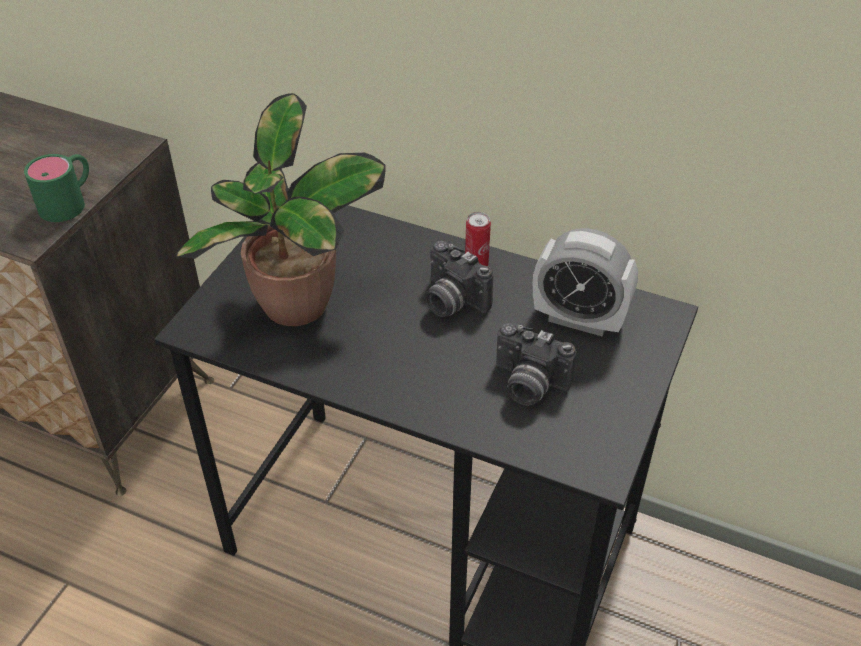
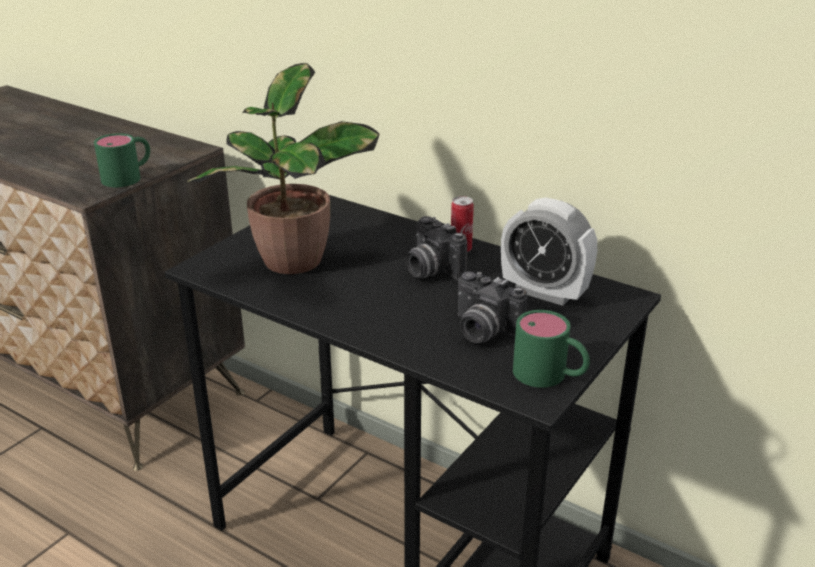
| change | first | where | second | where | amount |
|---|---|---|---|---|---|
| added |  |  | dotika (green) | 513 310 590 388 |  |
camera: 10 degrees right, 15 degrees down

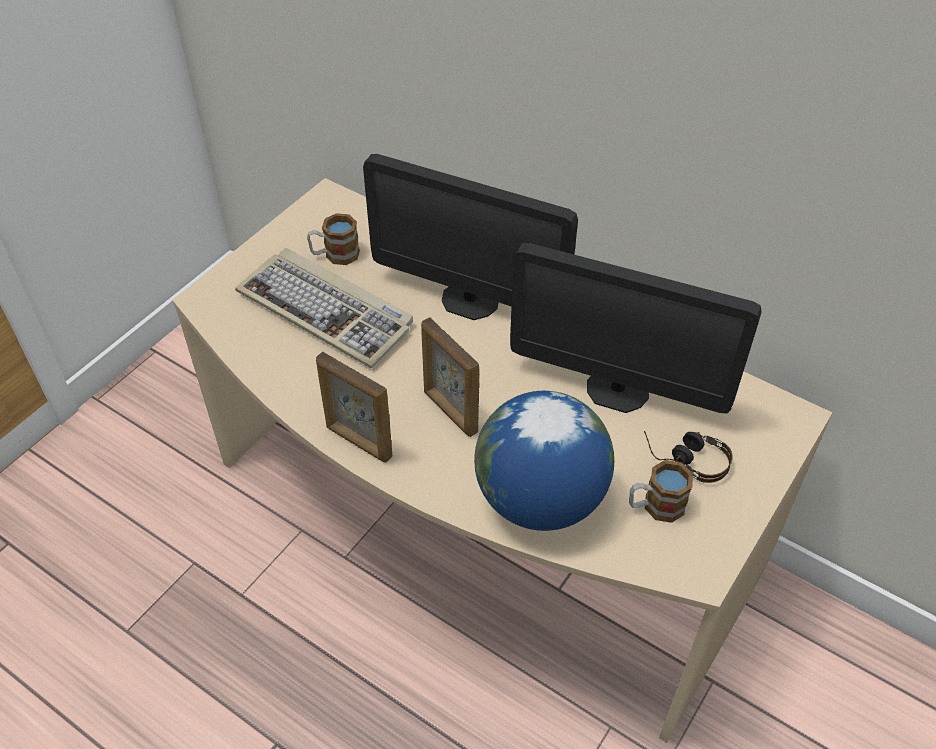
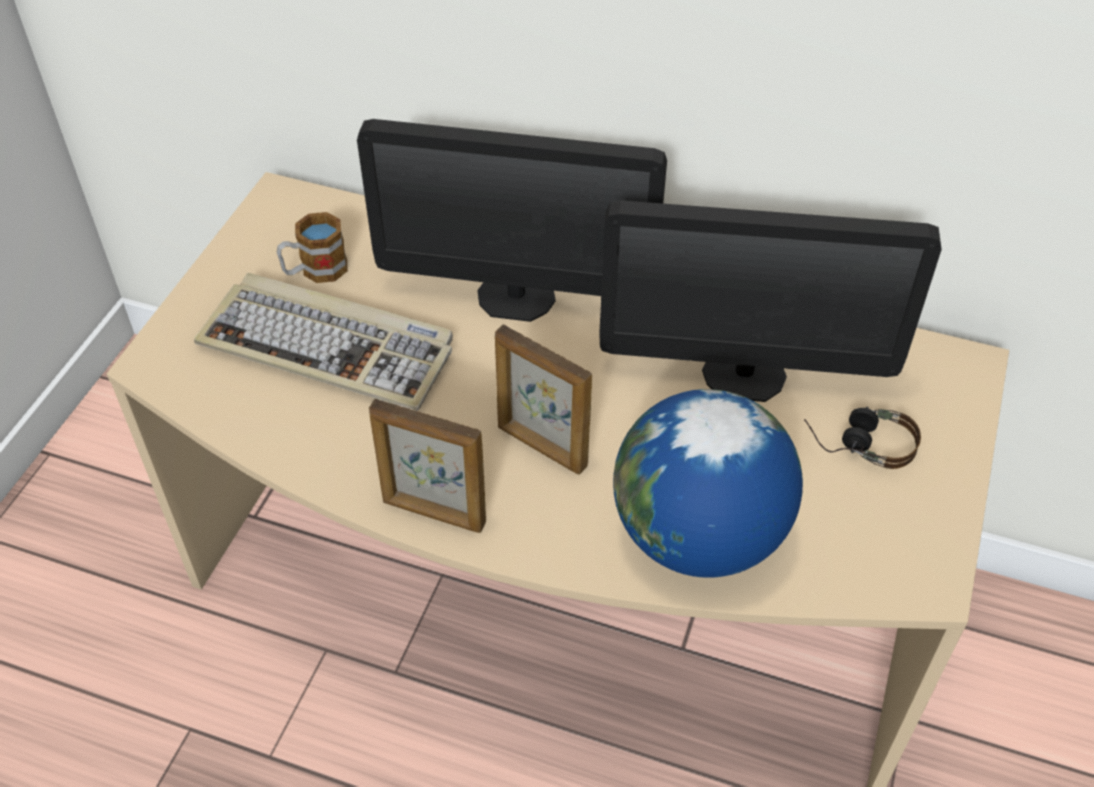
| change | first | where | second | where | amount |
|---|---|---|---|---|---|
| removed | dotika | 629 460 693 523 |  |  |  |
camera: 15 degrees left, 0 degrees up

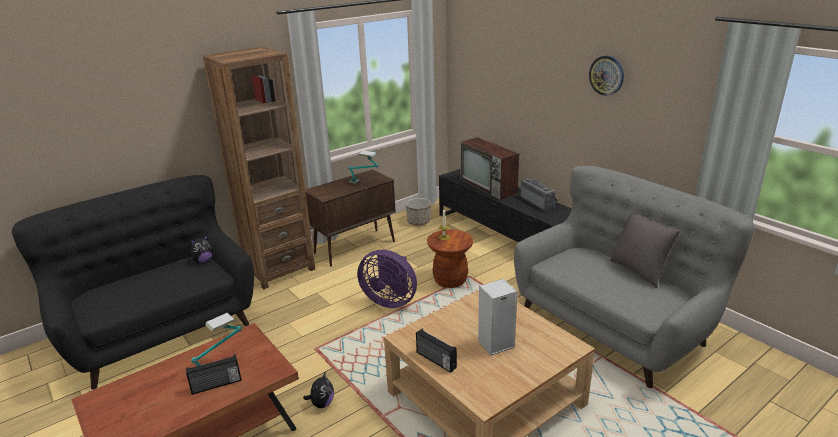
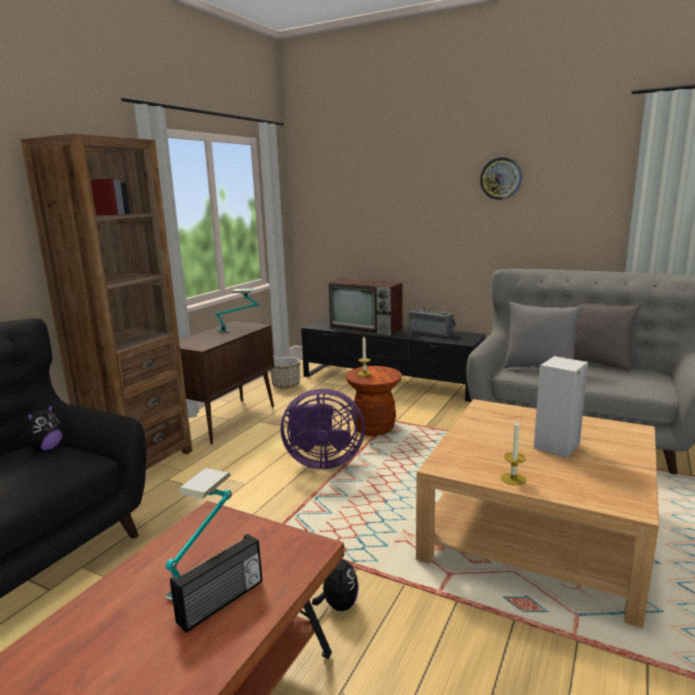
| change | first | where | second | where | amount |
|---|---|---|---|---|---|
| added |  |  | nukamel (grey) | 503 302 582 368 |  |
| replaced | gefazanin | 416 329 457 373 | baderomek | 501 418 526 486 |  |
camera: 25 degrees left, 10 degrees down

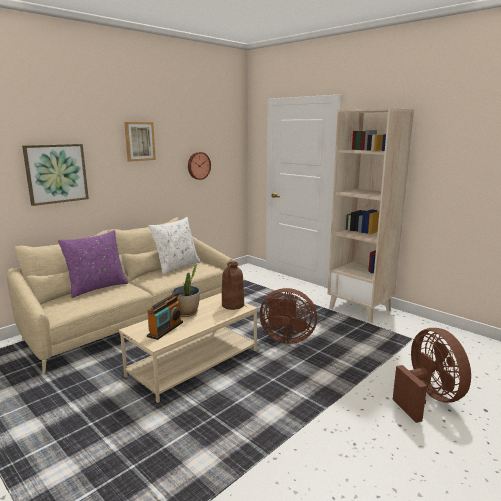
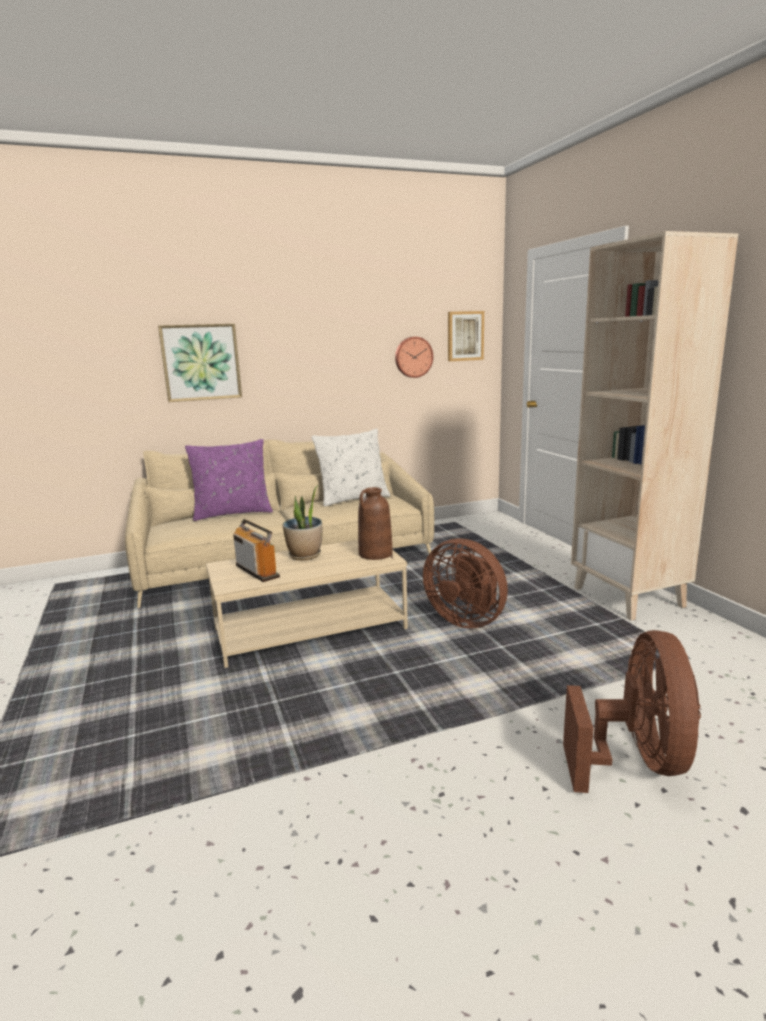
| change | first | where | second | where | amount |
|---|---|---|---|---|---|
| moved | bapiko | 124 122 156 162 |  | 448 311 484 361 |  |
| turned | gefazanin | 147 292 183 340 |  | 233 519 280 582 | 90 degrees counterclockwise |
camera: 25 degrees right, 0 degrees up

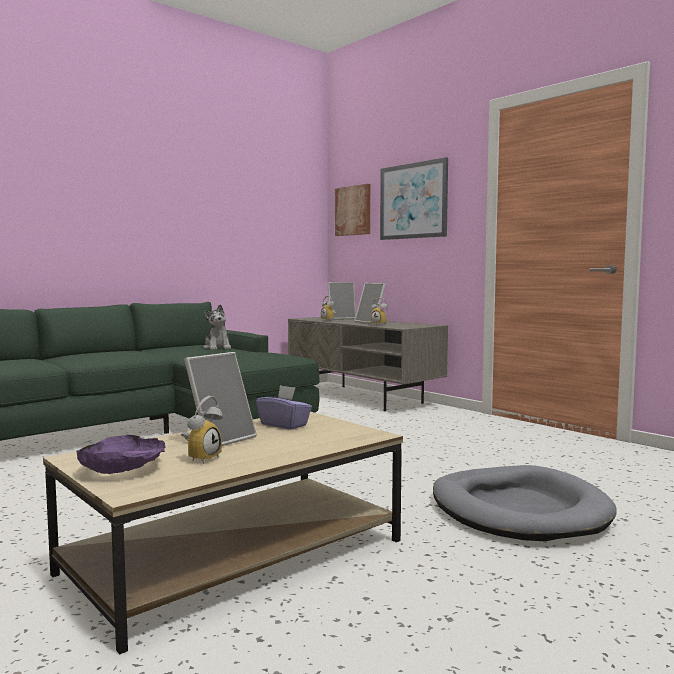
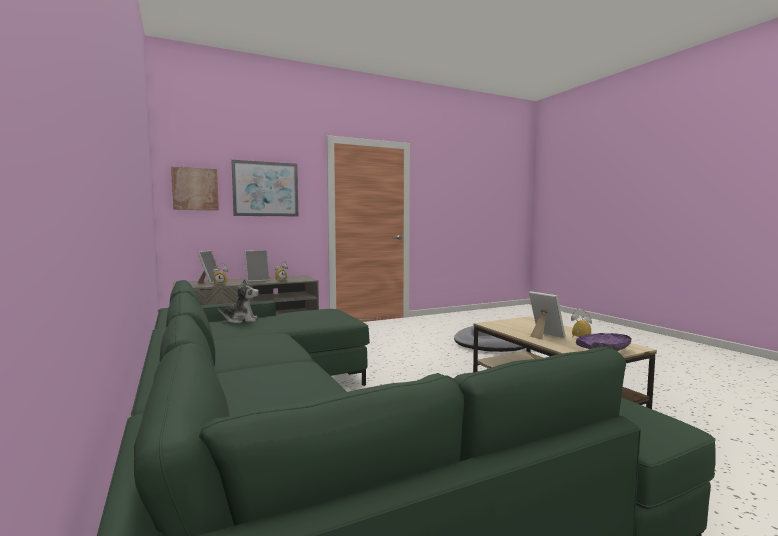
| change | first | where | second | where | amount |
|---|---|---|---|---|---|
| removed | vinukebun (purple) | 256 385 312 430 |  |  |  |
camera: 75 degrees left, 0 degrees up

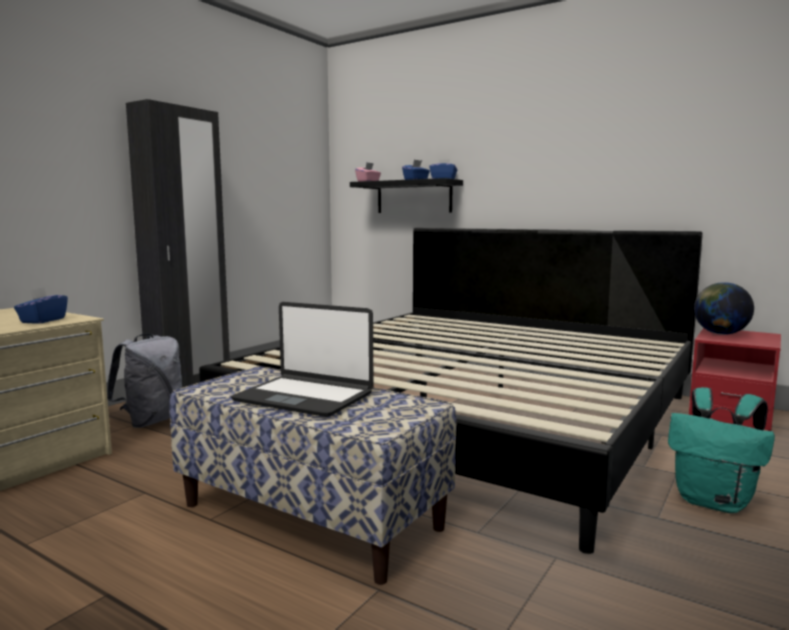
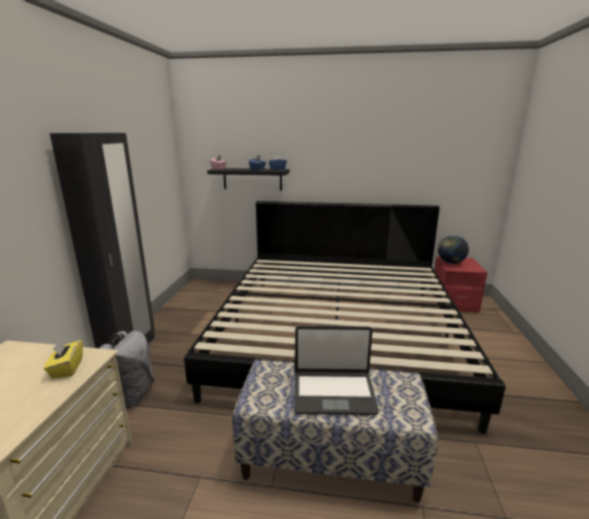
| change | first | where | second | where | amount |
|---|---|---|---|---|---|
| removed | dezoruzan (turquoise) | 668 387 775 513 |  |  |  |
| recoloured | vinukebun (blue) | 14 287 68 324 | vinukebun (yellow) | 44 339 83 379 |  |
camera: 25 degrees left, 10 degrees up

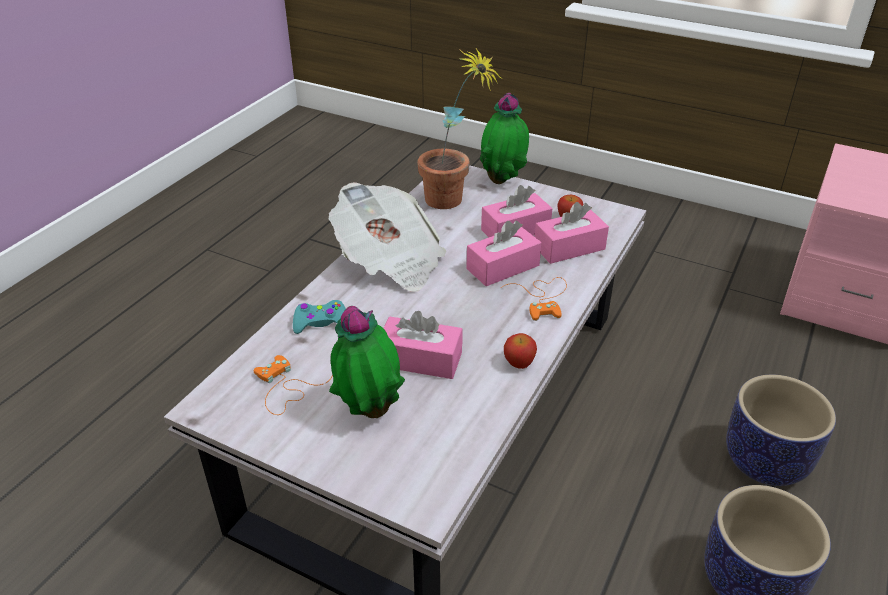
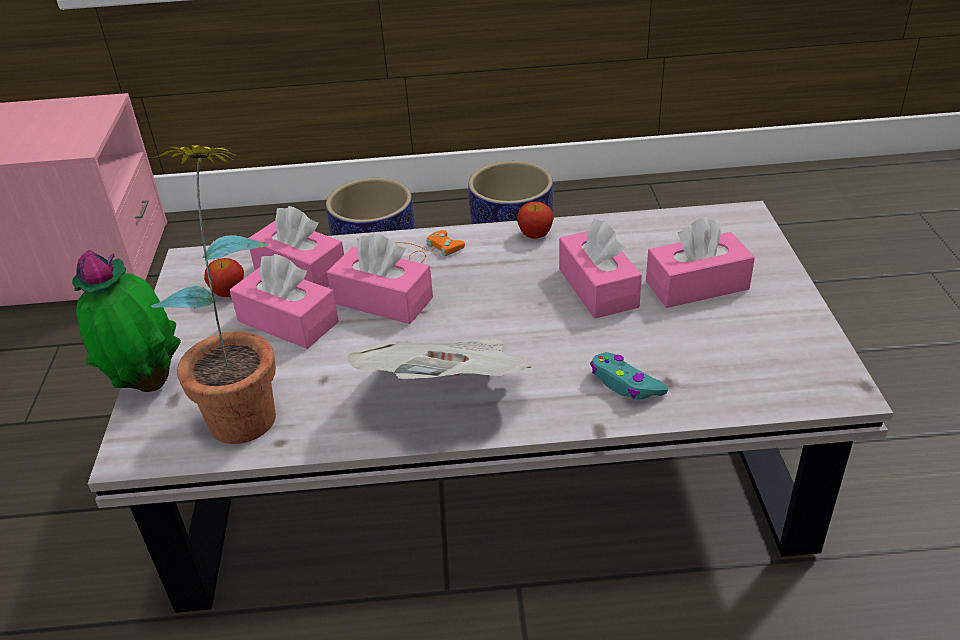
| change | first | where | second | where | amount |
|---|---|---|---|---|---|
| removed | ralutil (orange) | 254 355 333 415 |  |  |  |
| replaced | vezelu | 329 306 405 418 | vinukebun (pink) | 646 217 755 308 |  |
camera: 120 degrees left, 0 degrees up

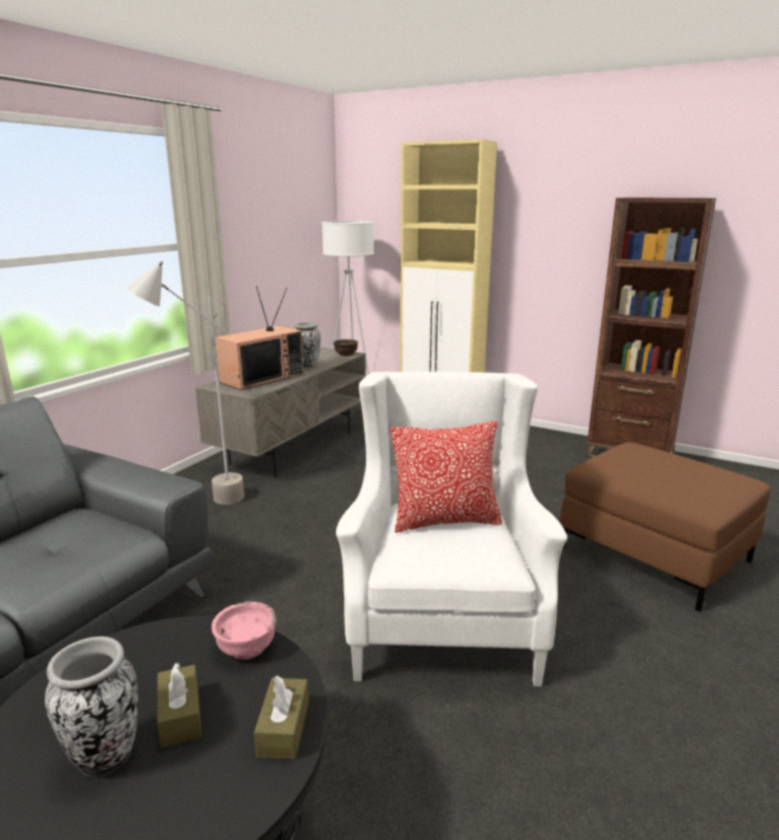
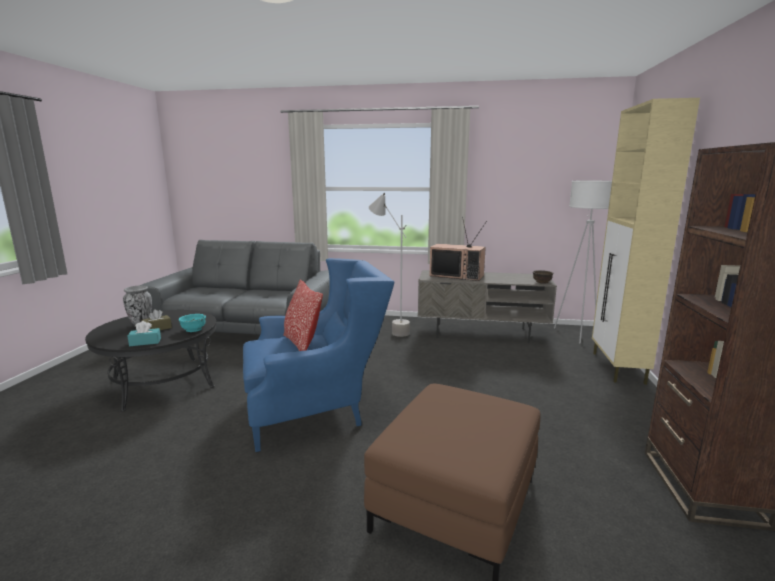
| change | first | where | second | where | amount |
|---|---|---|---|---|---|
| removed | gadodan | 295 322 321 368 |  |  |  |
| recoloured | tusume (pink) | 212 602 276 660 | tusume (turquoise) | 179 314 206 332 |  |
| recoloured | vinukebun (brown) | 254 675 309 759 | vinukebun (turquoise) | 128 321 161 346 |  |
| recoloured | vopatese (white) | 336 372 568 687 | vopatese (blue) | 243 258 394 452 |  |
camera: 70 degrees right, 5 degrees down

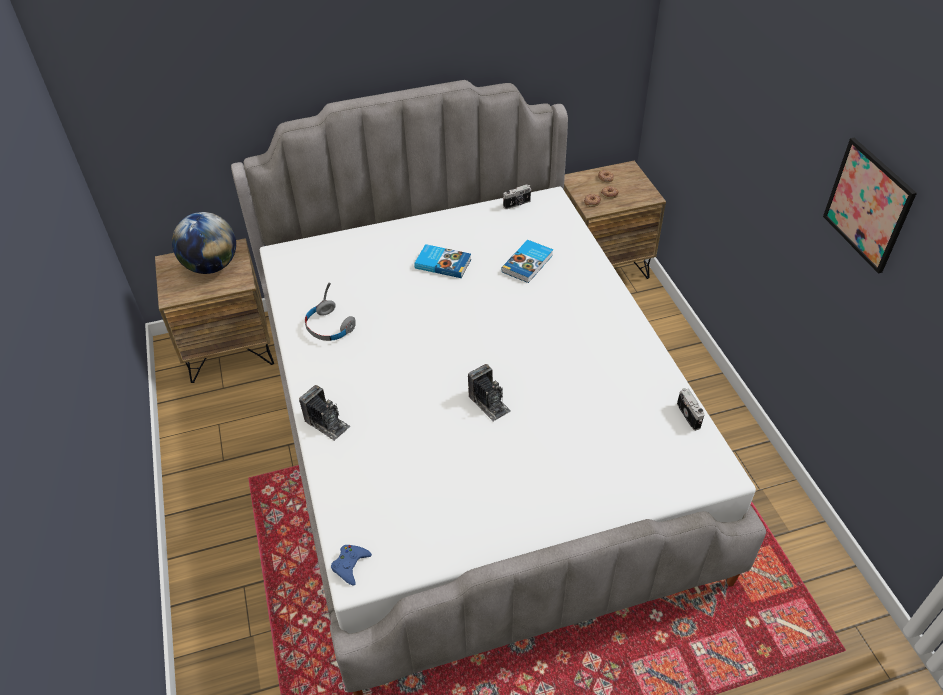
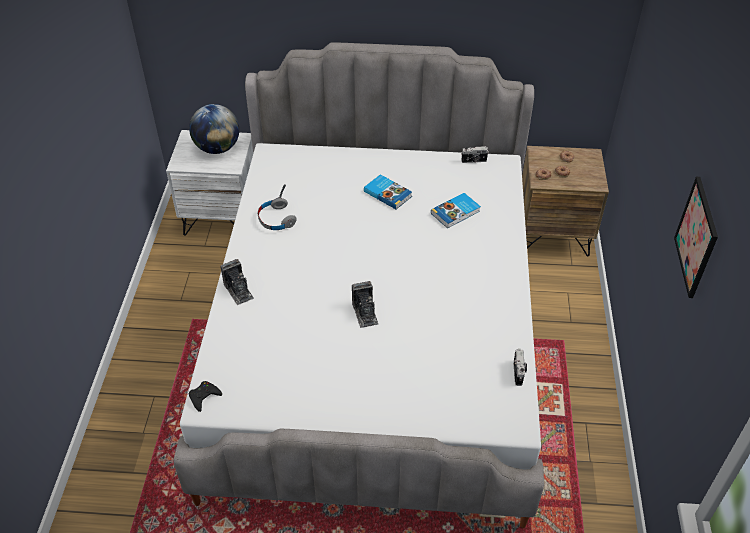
| change | first | where | second | where | amount |
|---|---|---|---|---|---|
| recoloured | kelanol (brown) | 155 238 274 383 | kelanol (white) | 166 130 253 236 |  |
| recoloured | ralutil (blue) | 331 545 372 585 | ralutil (black) | 189 381 222 412 |  |
camera: 20 degrees right, 0 degrees up

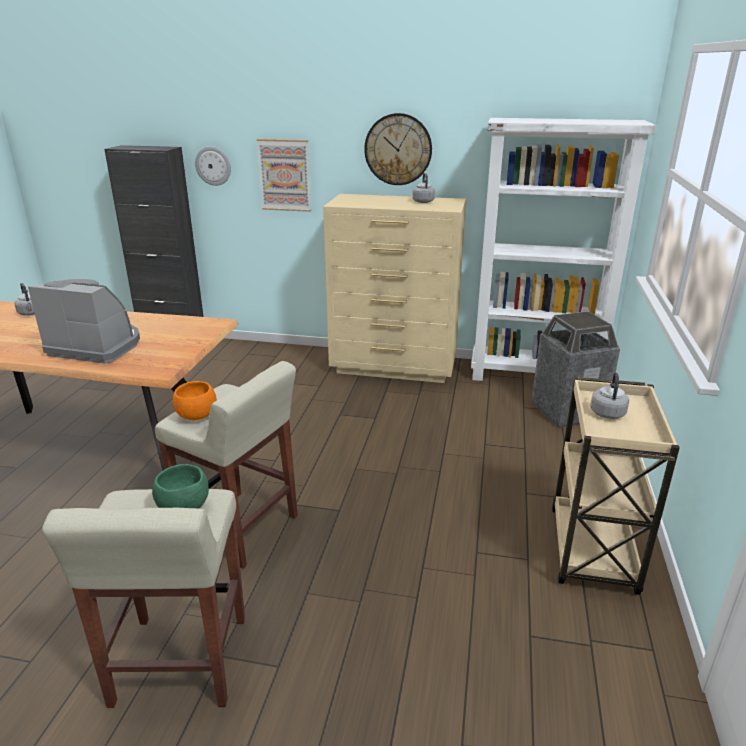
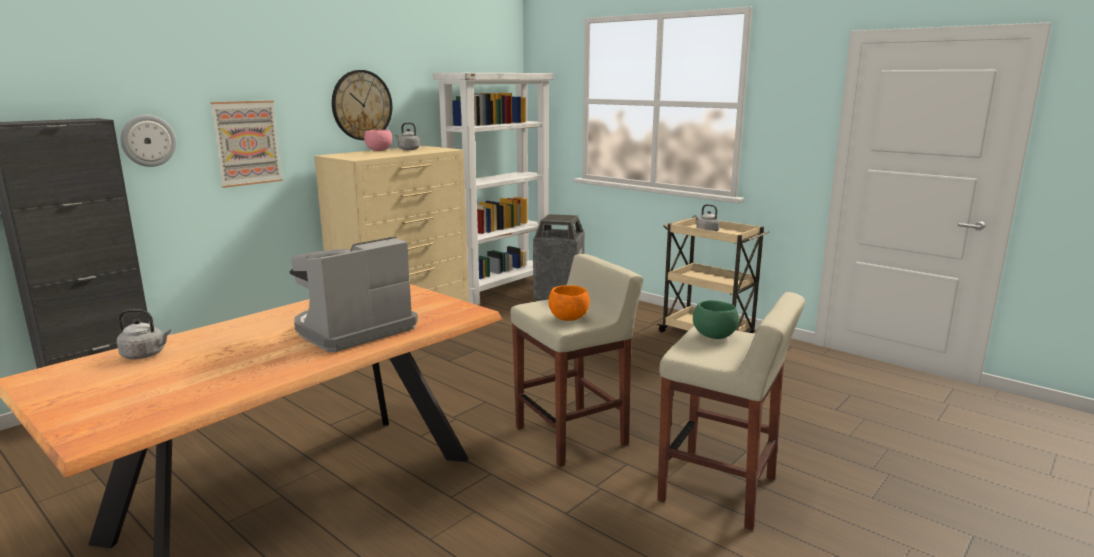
| change | first | where | second | where | amount |
|---|---|---|---|---|---|
| added |  |  | tusume (pink) | 364 130 392 151 |  |
camera: 60 degrees left, 10 degrees down

